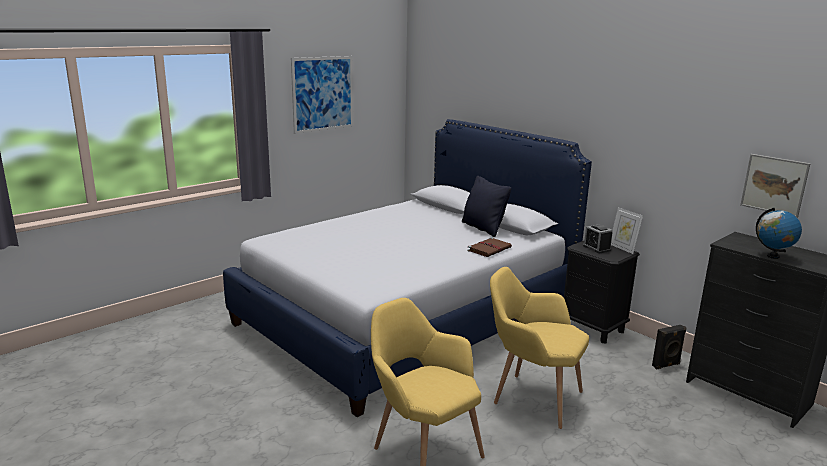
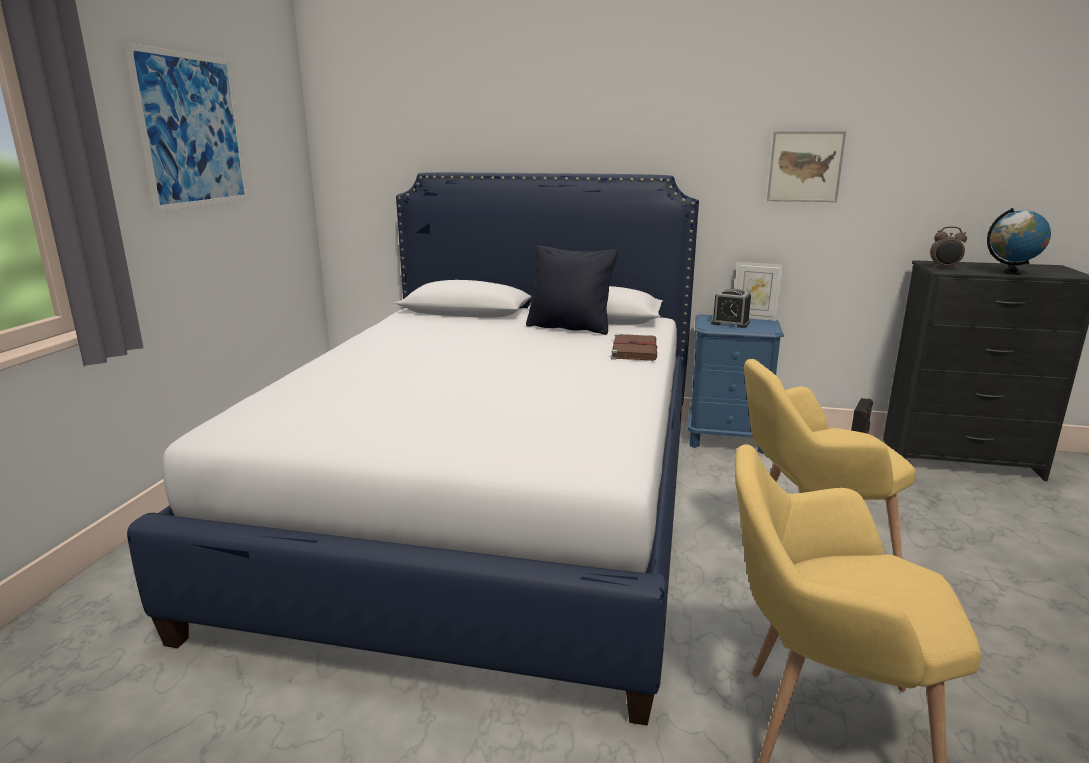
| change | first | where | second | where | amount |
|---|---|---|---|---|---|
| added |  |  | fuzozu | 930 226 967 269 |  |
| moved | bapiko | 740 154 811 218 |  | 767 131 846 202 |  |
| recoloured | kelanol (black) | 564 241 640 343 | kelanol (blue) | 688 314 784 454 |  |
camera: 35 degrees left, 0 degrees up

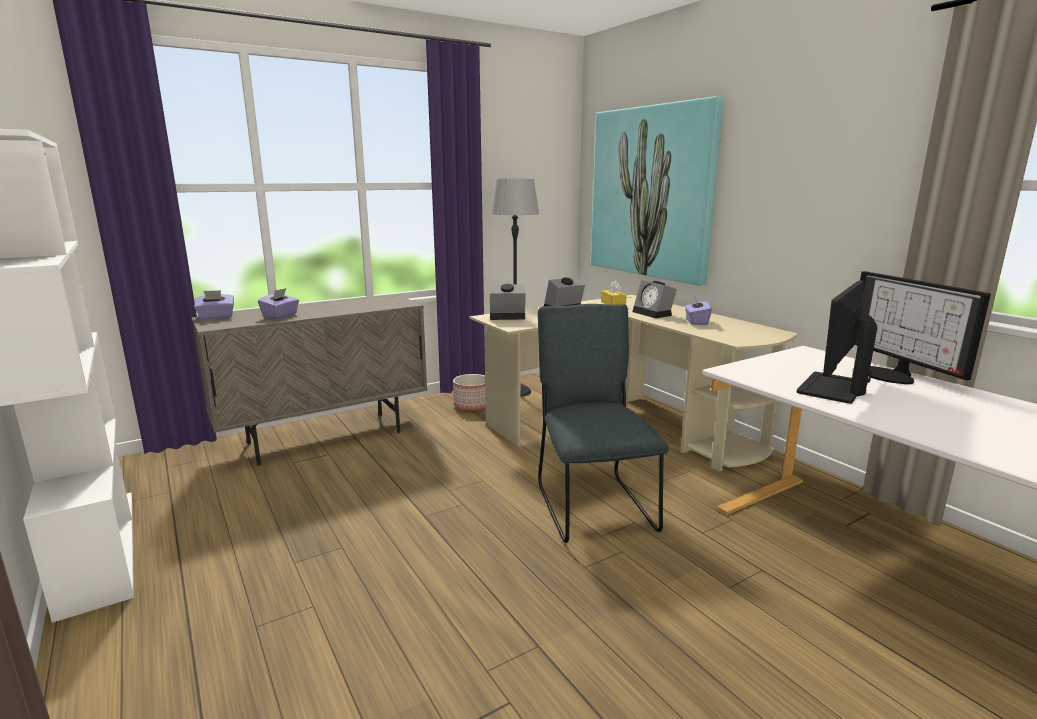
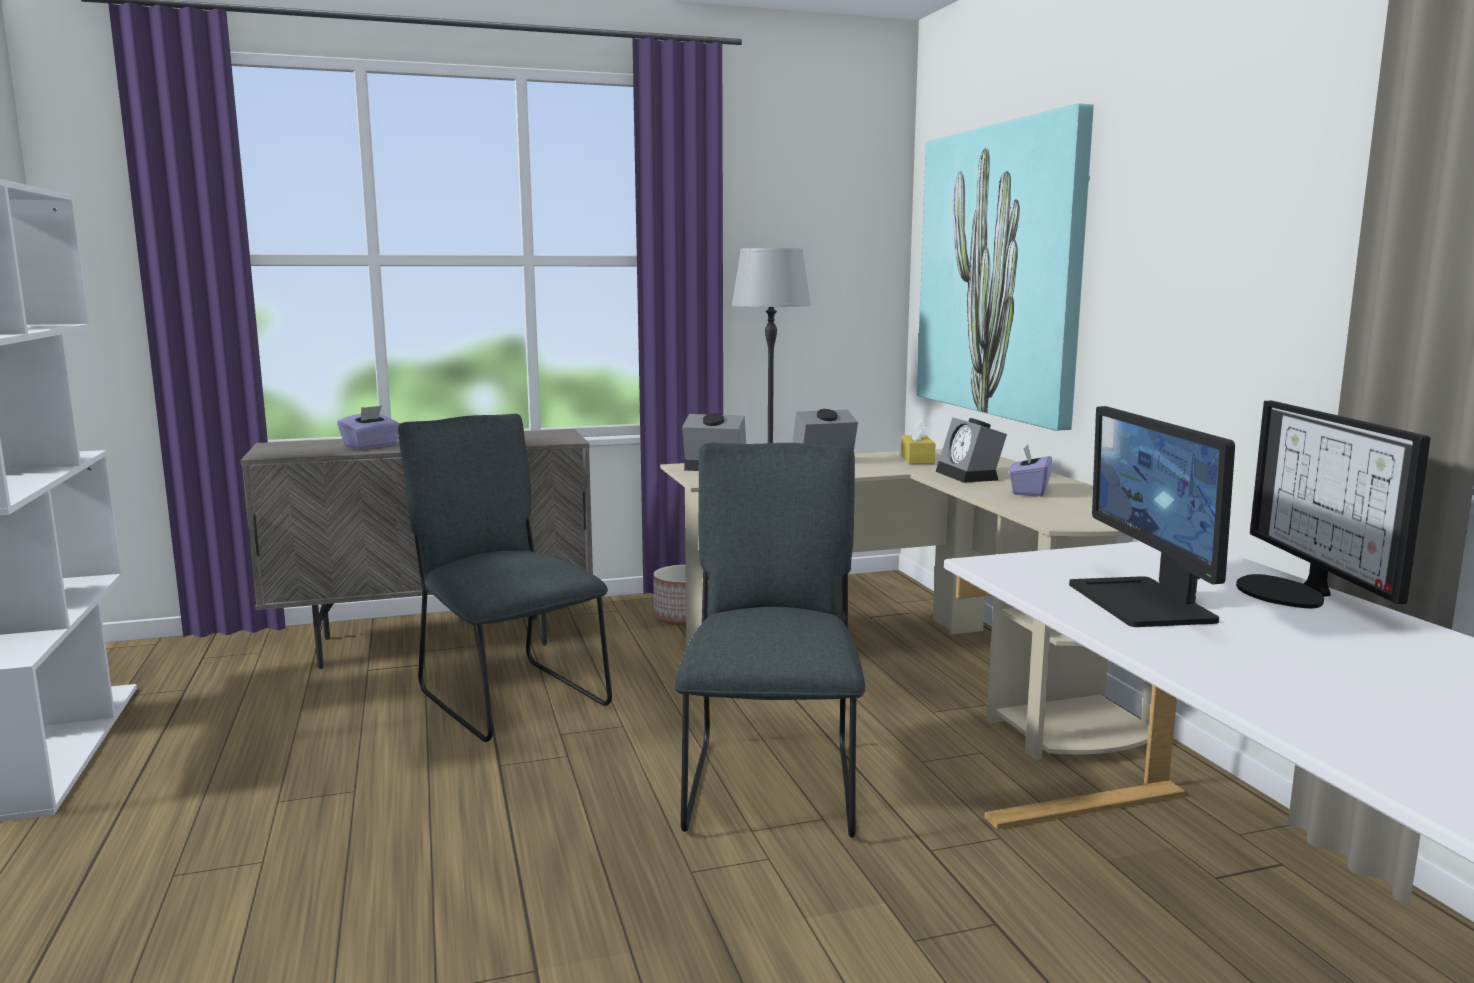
| change | first | where | second | where | amount |
|---|---|---|---|---|---|
| removed | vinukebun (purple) | 194 290 234 319 |  |  |  |
| added |  |  | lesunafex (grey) | 398 414 612 742 |  |
| turned | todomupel | 796 280 877 404 |  | 1069 406 1235 627 | 60 degrees counterclockwise |
camera: 15 degrees right, 5 degrees down

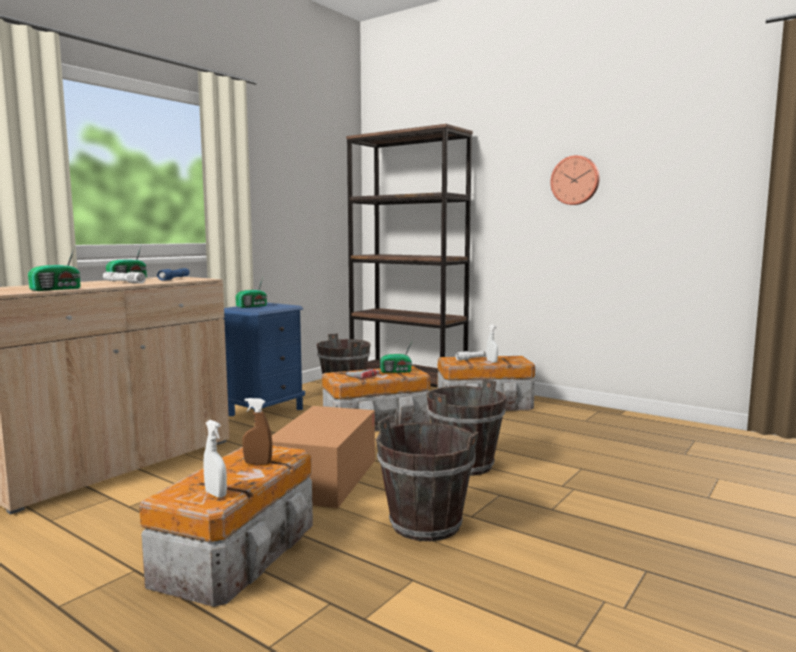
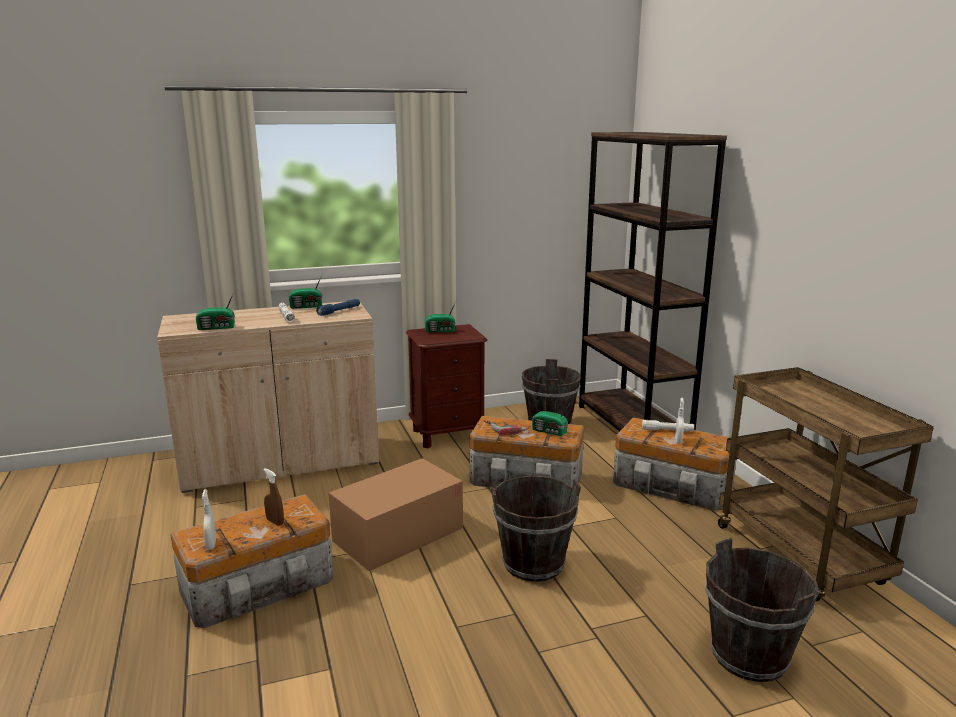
| change | first | where | second | where | amount |
|---|---|---|---|---|---|
| removed | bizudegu | 550 155 600 205 |  |  |  |
| added |  |  | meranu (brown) | 718 367 934 601 |  |
| moved | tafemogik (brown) | 376 417 479 541 |  | 705 538 819 682 |  |
| recoloured | kelanol (blue) | 222 303 305 416 | kelanol (brown) | 406 324 487 449 |  |
camera: 35 degrees right, 10 degrees up

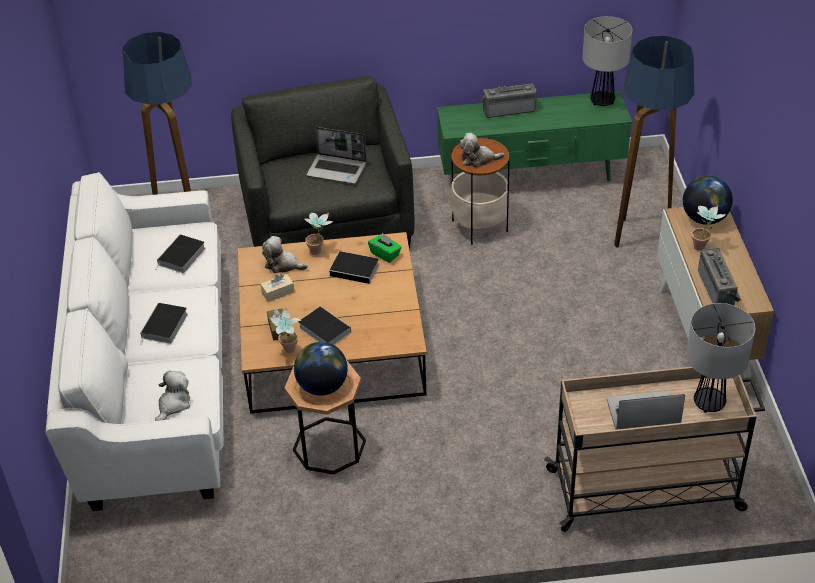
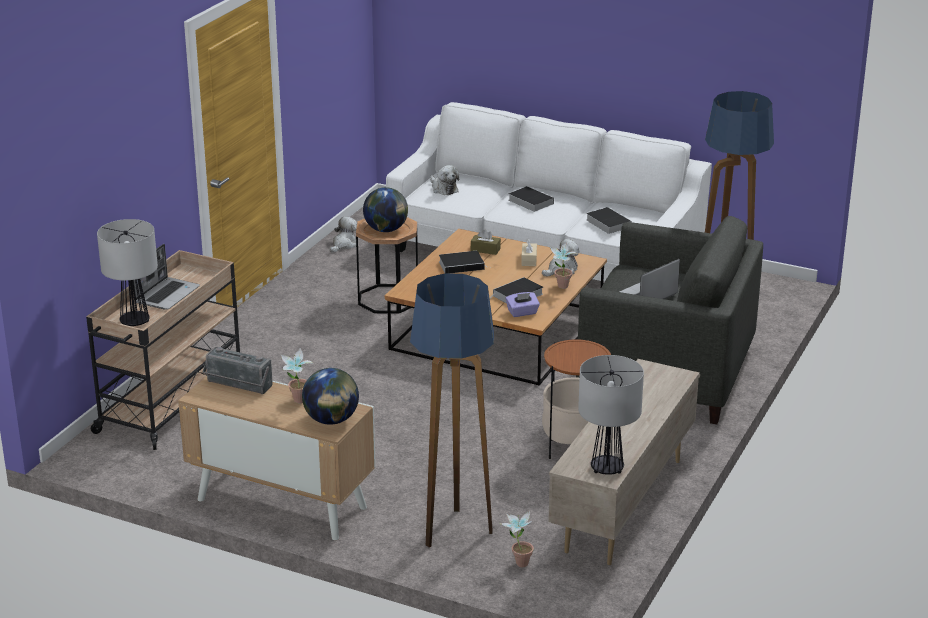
| change | first | where | second | where | amount |
|---|---|---|---|---|---|
| removed | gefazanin | 481 83 537 118 |  |  |  |
| moved | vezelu | 270 307 301 353 |  | 499 511 534 567 |  |
| moved | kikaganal | 459 133 505 168 |  | 330 217 357 253 |  |
| recoloured | vinukebun (green) | 368 233 402 263 | vinukebun (purple) | 506 292 540 317 |  |
| recoloured | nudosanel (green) | 437 91 632 182 | nudosanel (beige) | 548 359 700 565 |  |
camera: 120 degrees right, 15 degrees down

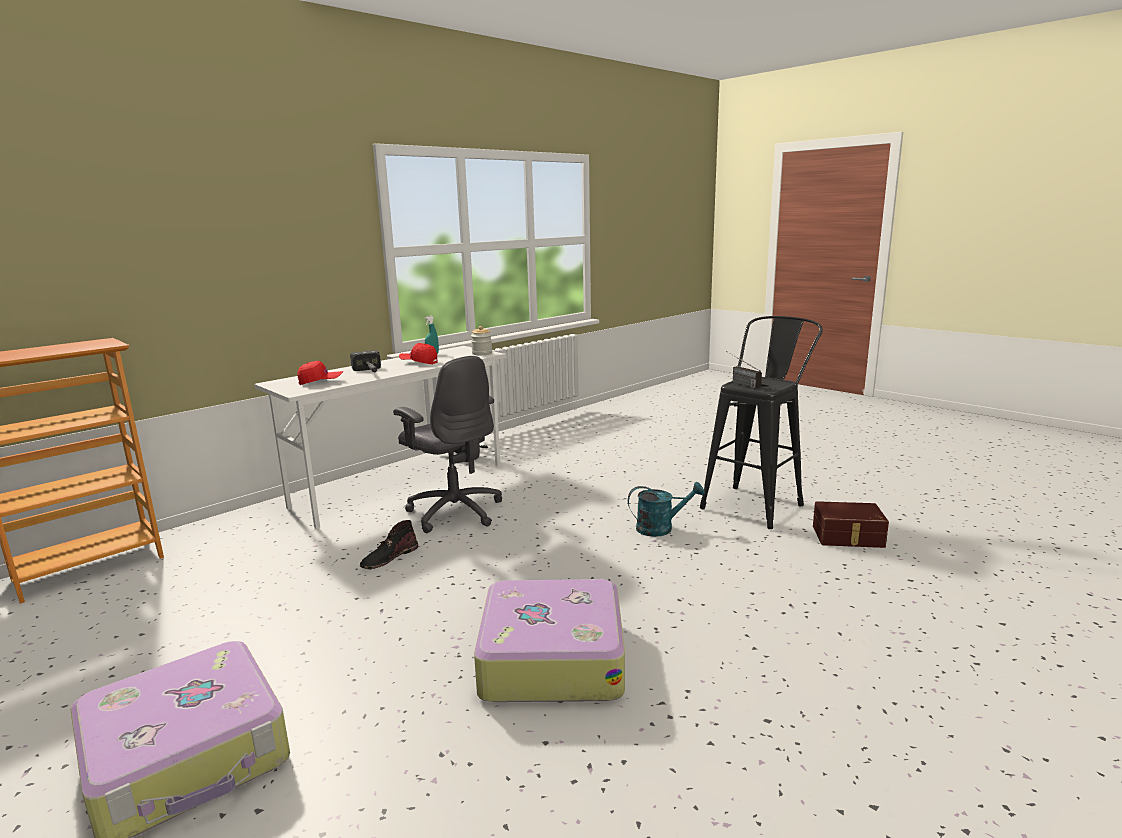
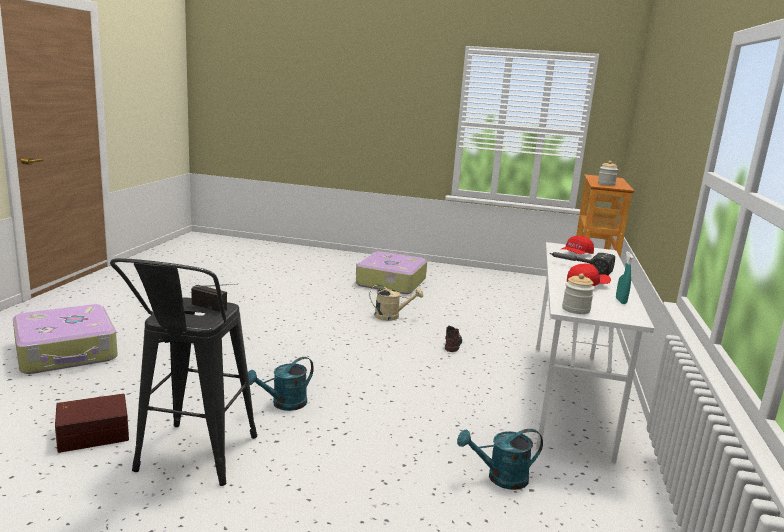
| change | first | where | second | where | amount |
|---|---|---|---|---|---|
| removed | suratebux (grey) | 393 356 502 533 |  |  |  |
| added |  |  | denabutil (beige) | 369 285 423 321 |  |
| added |  |  | denabutil (turquoise) | 457 429 543 490 |  |
| added |  |  | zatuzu | 598 161 618 186 |  |
| moved | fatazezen | 474 579 625 702 |  | 13 304 118 374 |  |
camera: 145 degrees right, 0 degrees up

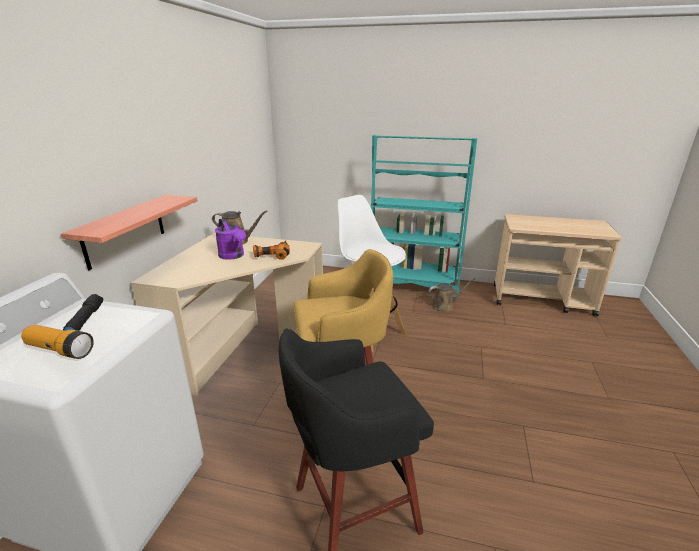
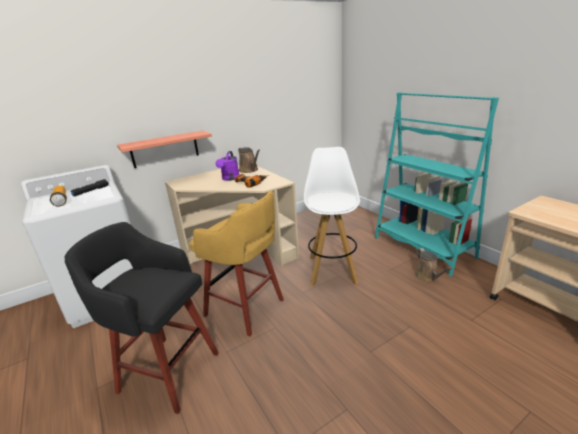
| change | first | where | second | where | amount |
|---|---|---|---|---|---|
| turned | denabutil (brown) | 428 279 475 312 |  | 415 248 452 282 | 45 degrees clockwise |
camera: 45 degrees right, 0 degrees up

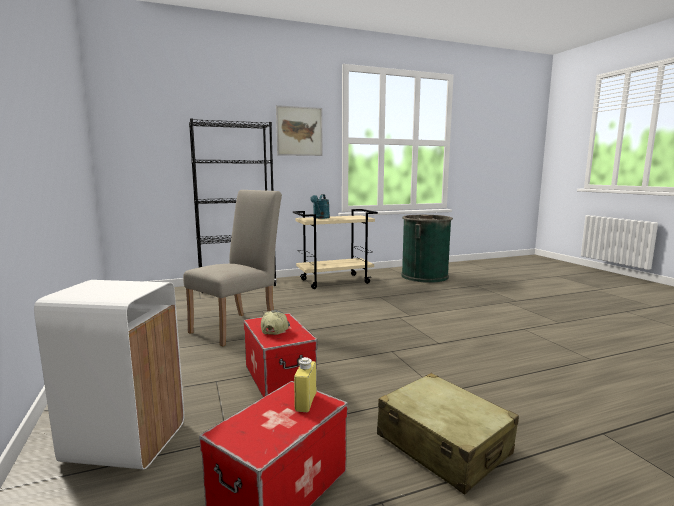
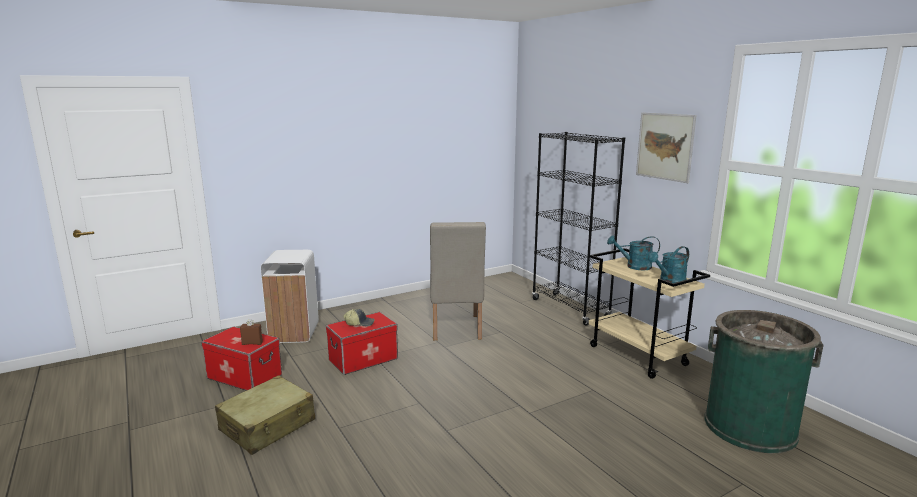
| change | first | where | second | where | amount |
|---|---|---|---|---|---|
| added |  |  | denabutil (turquoise) | 648 246 689 283 |  |
| recoloured | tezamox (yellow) | 294 357 316 412 | tezamox (brown) | 240 319 263 345 |  |
| turned | lesunafex (beige) | 183 190 282 346 |  | 430 222 486 340 | 60 degrees clockwise |
camera: 80 degrees right, 5 degrees up

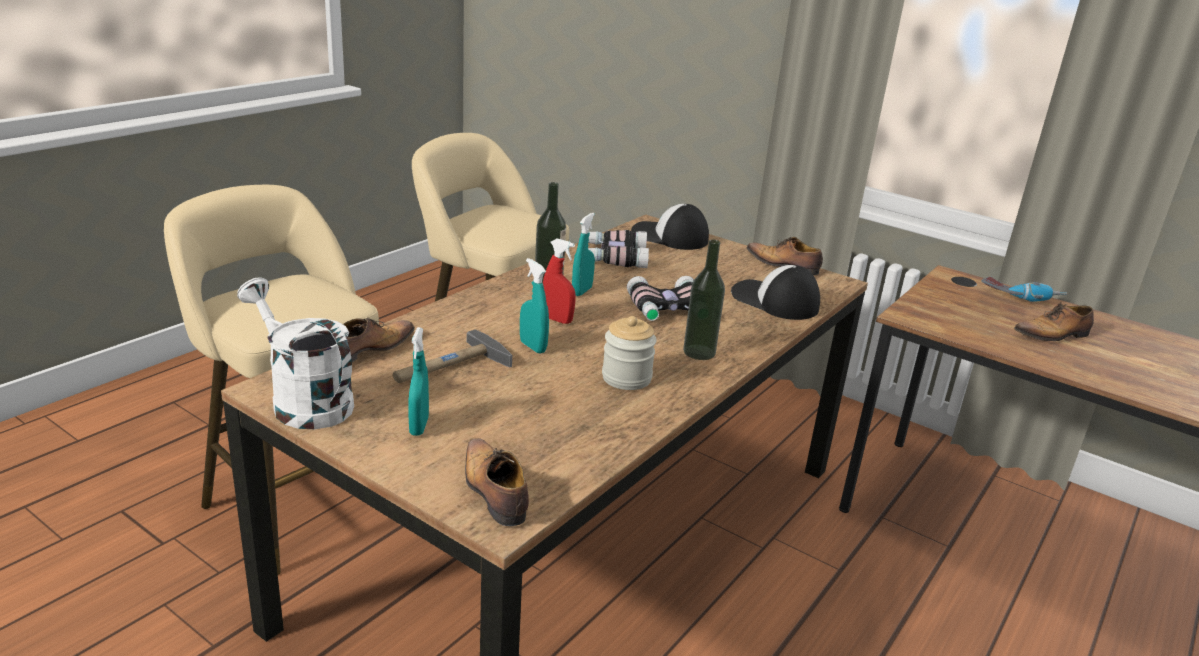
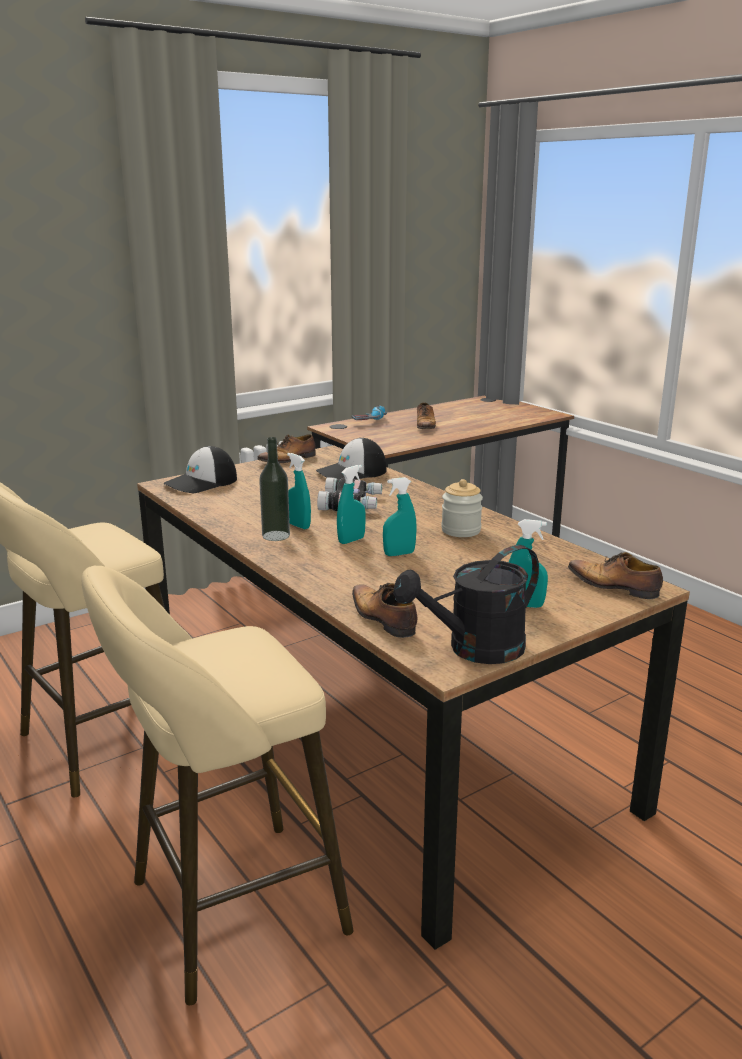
| change | first | where | second | where | amount |
|---|---|---|---|---|---|
| removed | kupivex | 393 329 512 383 |  |  |  |
| removed | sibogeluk | 588 230 649 268 |  |  |  |
| removed | tezamox | 683 240 725 360 |  |  |  |
| recoloured | denabutil (white) | 237 277 354 429 | denabutil (black) | 393 545 539 664 |  |
| recoloured | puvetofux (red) | 543 238 576 324 | puvetofux (turquoise) | 337 465 366 544 |  |
| turned | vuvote | 465 438 529 526 |  | 568 552 663 599 | 45 degrees clockwise |
camera: 70 degrees left, 5 degrees down

